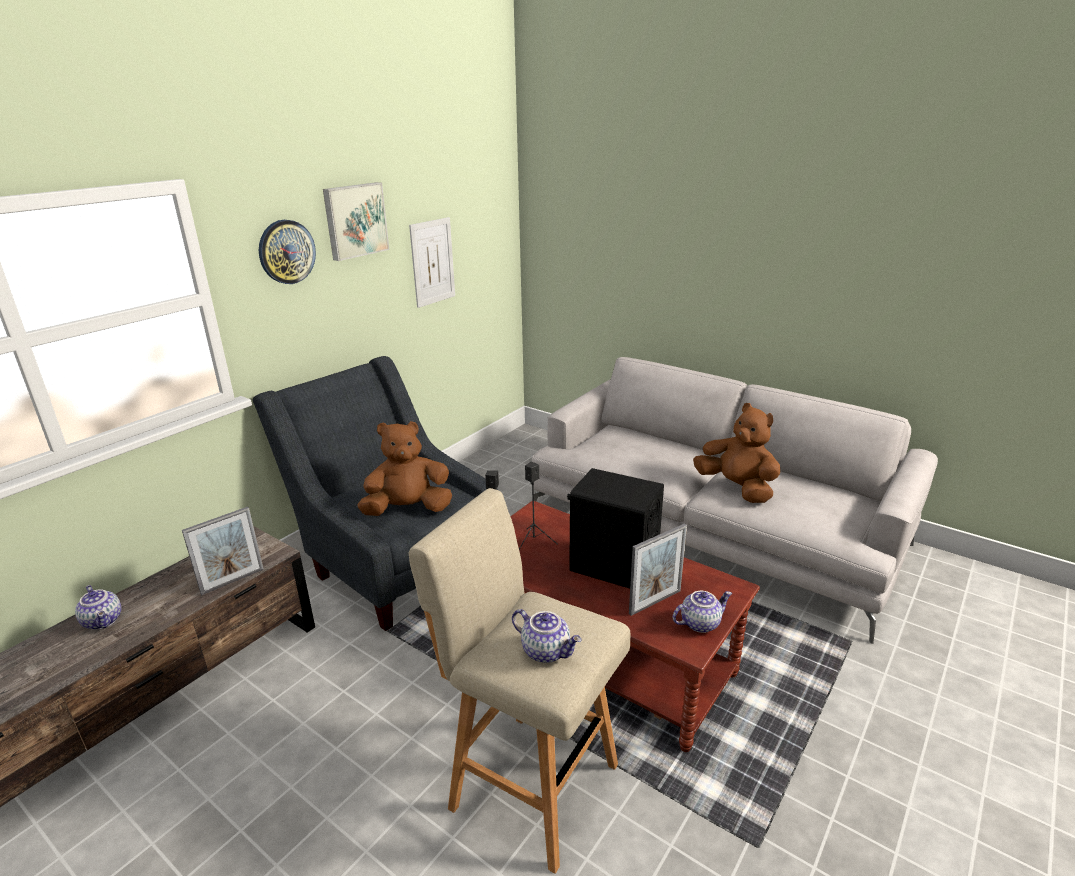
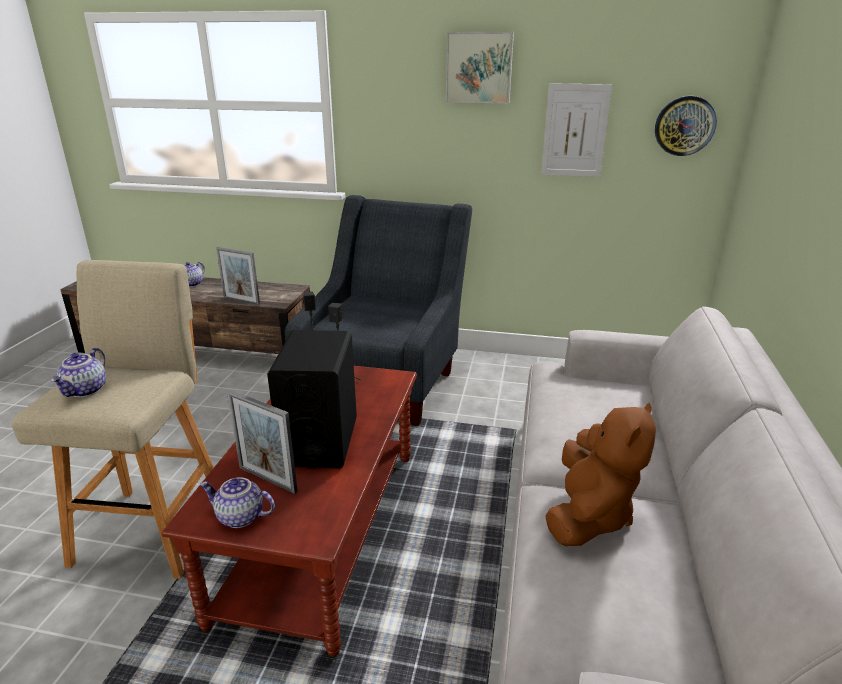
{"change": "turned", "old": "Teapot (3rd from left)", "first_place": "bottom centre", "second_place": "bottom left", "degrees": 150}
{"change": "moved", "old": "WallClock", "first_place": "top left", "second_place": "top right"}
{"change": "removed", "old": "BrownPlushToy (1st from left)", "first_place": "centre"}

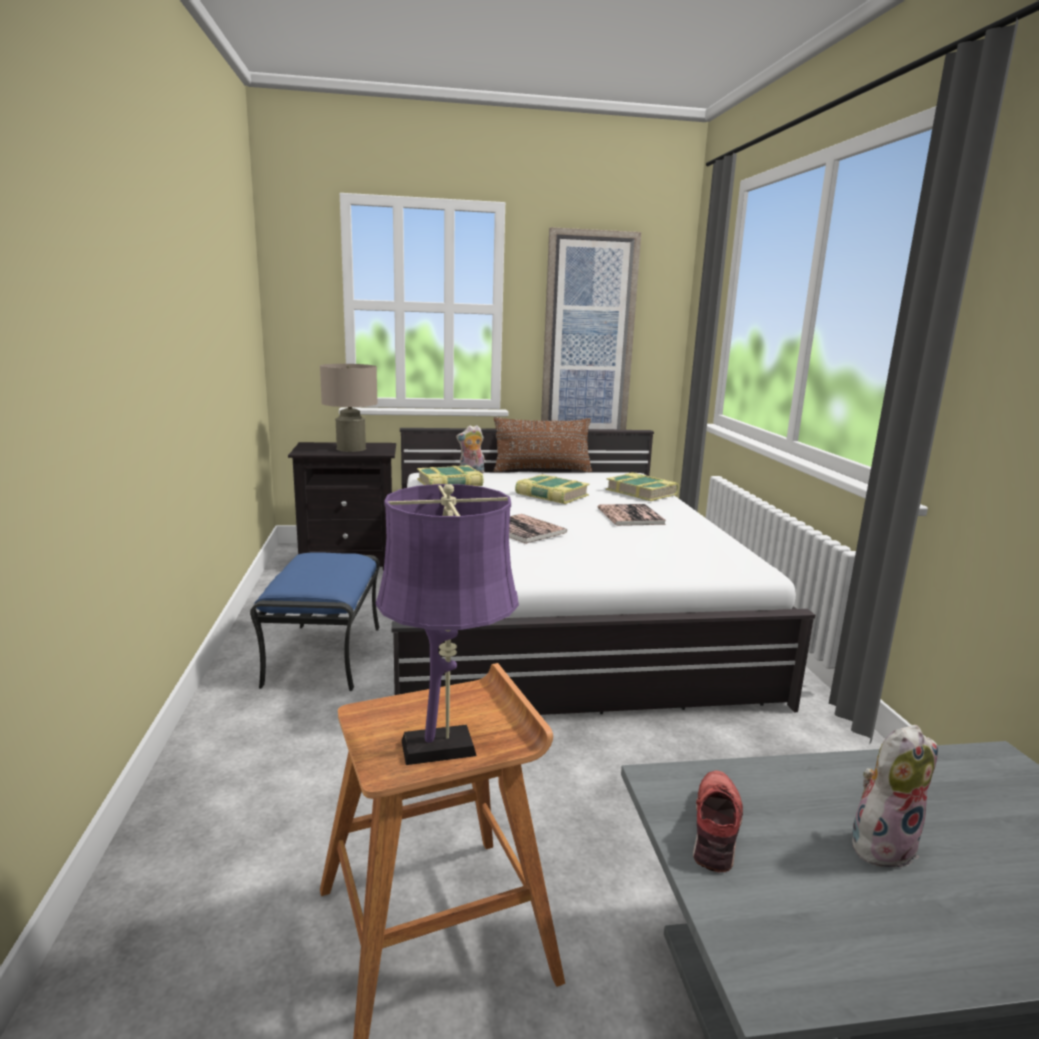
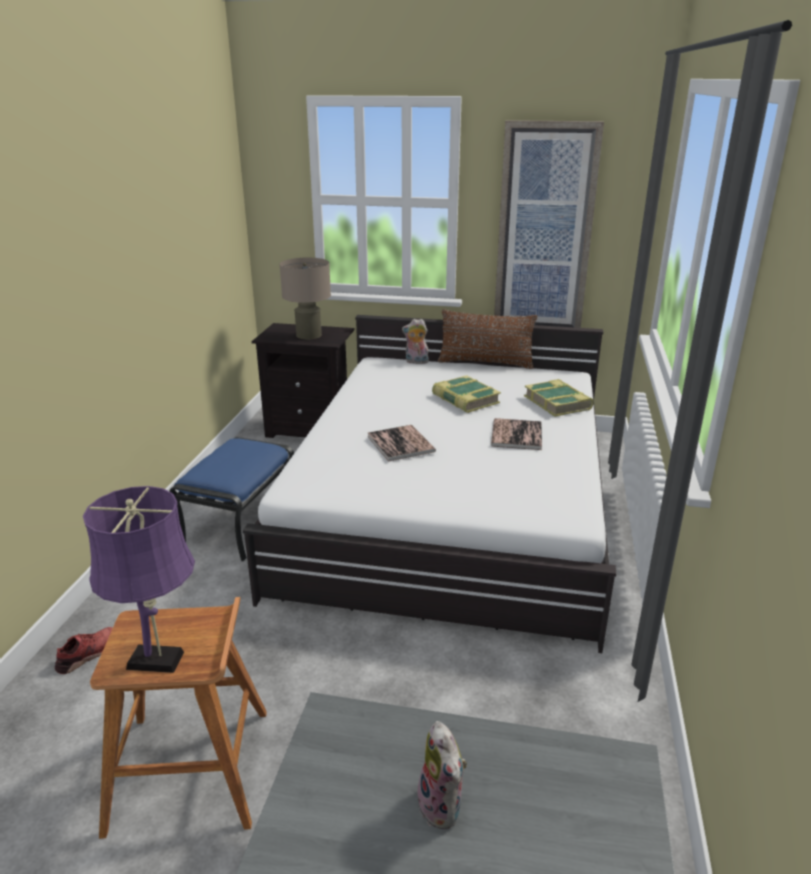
{"change": "moved", "old": "RedShoe", "first_place": "bottom right", "second_place": "bottom left"}
{"change": "turned", "old": "PlushToy (2nd from left)", "first_place": "bottom right", "second_place": "bottom centre", "degrees": 75}
{"change": "removed", "old": "Book (1st from left)", "first_place": "centre"}

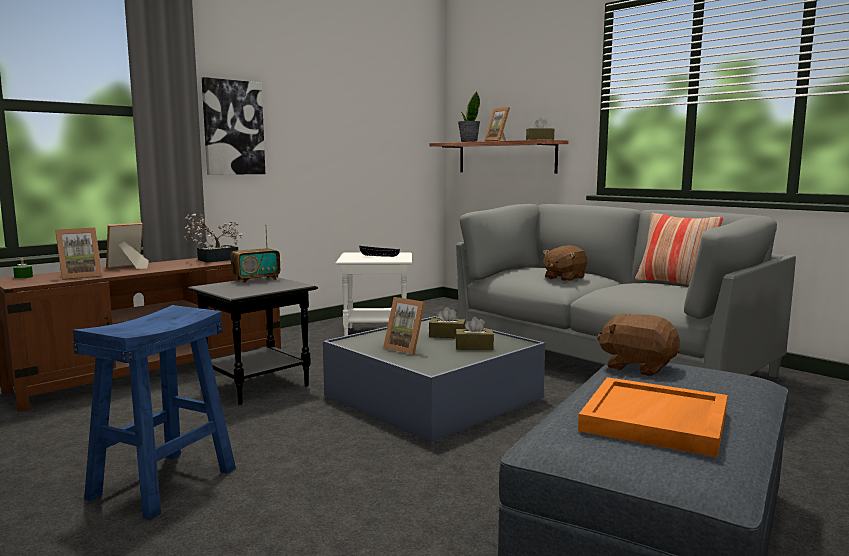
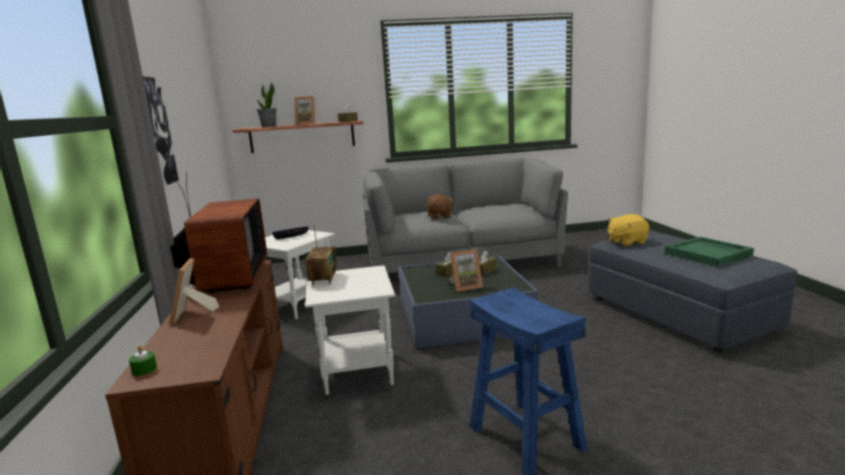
{"change": "replaced", "old": "PottedPlant (1st from left)", "new": "Television", "first_place": "middle left", "second_place": "middle left"}
{"change": "recoloured", "old": "BlackSideTable", "new": "WhiteSideTable (2nd from left)", "first_place": "middle left", "second_place": "bottom centre"}
{"change": "recoloured", "old": "BrownPlushToy (2nd from left)", "new": "YellowPlushToy", "first_place": "middle right", "second_place": "middle right"}
{"change": "recoloured", "old": "OrangeTray", "new": "GreenTray", "first_place": "bottom right", "second_place": "middle right"}
{"change": "removed", "old": "PictureFrame (1st from left)", "first_place": "middle left"}
{"change": "removed", "old": "Pillow", "first_place": "middle right"}

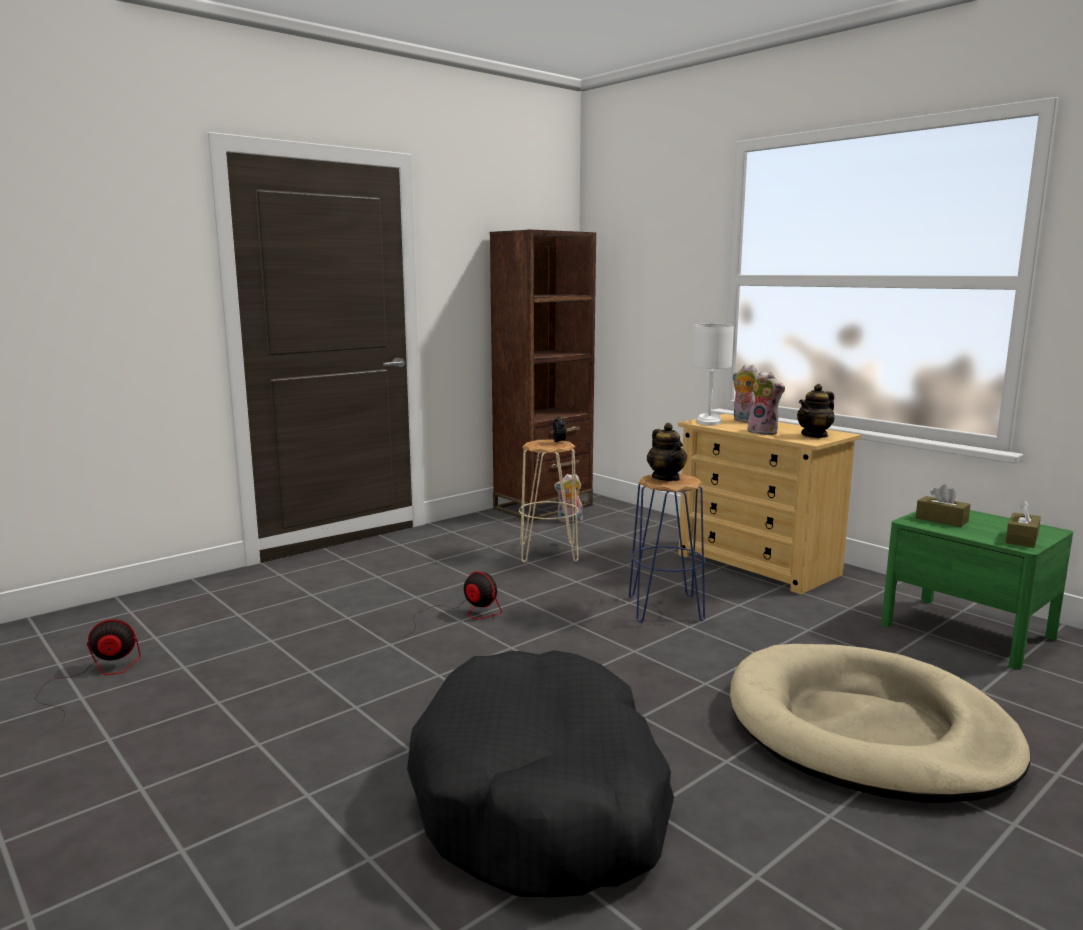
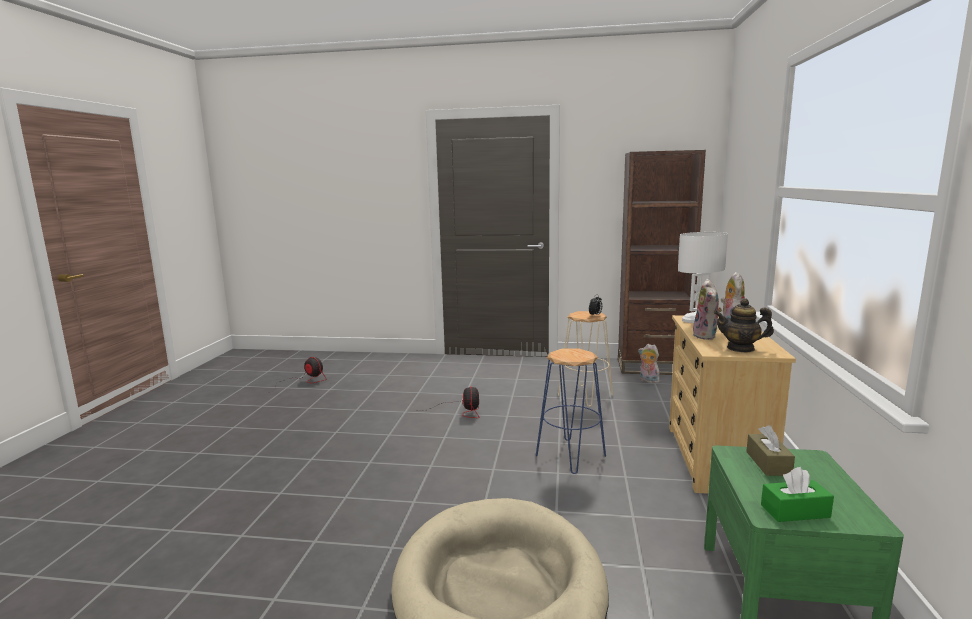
{"change": "recoloured", "old": "BrownTissueBox (2nd from left)", "new": "GreenTissueBox", "first_place": "middle right", "second_place": "bottom right"}
{"change": "removed", "old": "BlackDogBed", "first_place": "bottom centre"}
{"change": "removed", "old": "Teapot (1st from left)", "first_place": "centre"}

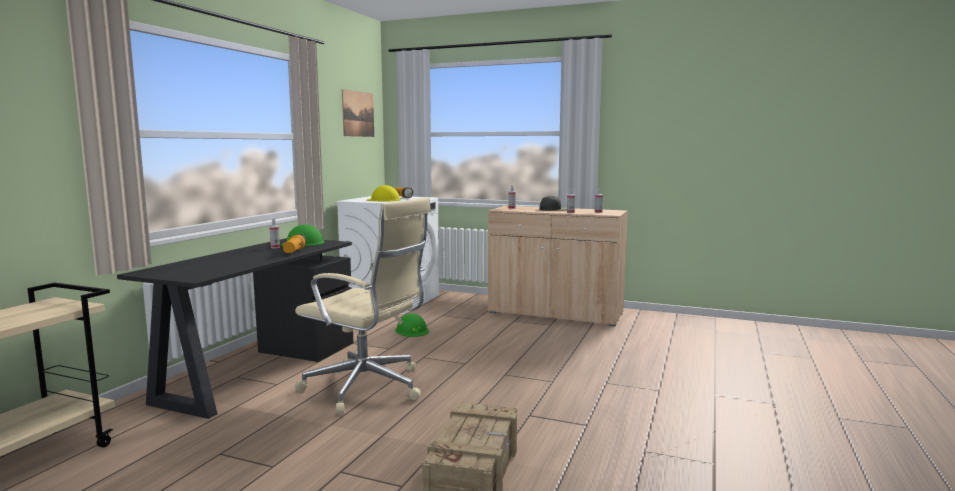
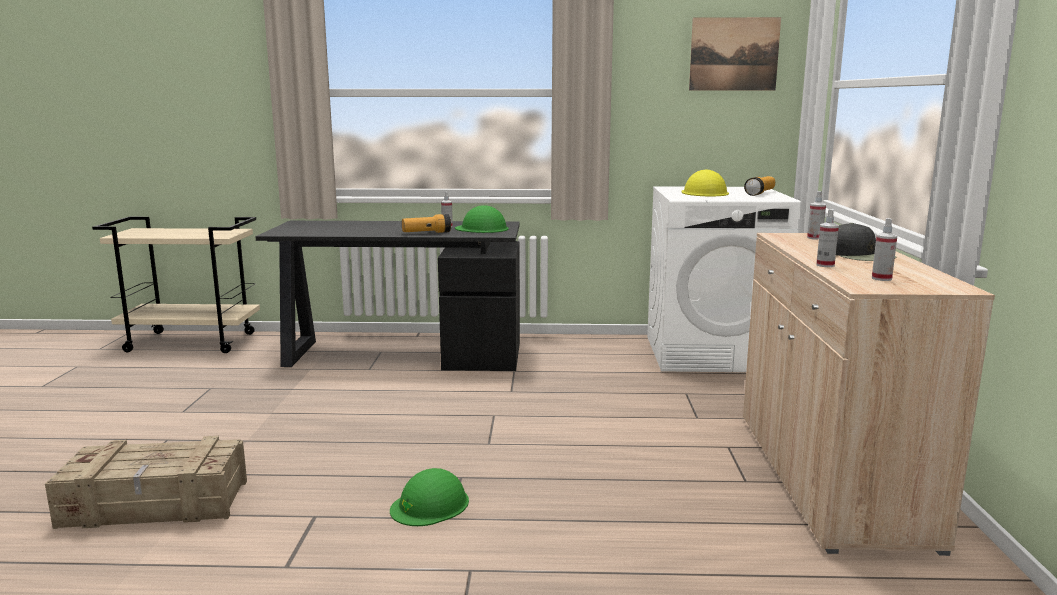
{"change": "moved", "old": "GreenHardHat (2nd from left in the first image)", "new": "GreenHardHat (1st from left)", "first_place": "centre", "second_place": "bottom centre"}
{"change": "removed", "old": "BeigeOfficeChair", "first_place": "centre"}

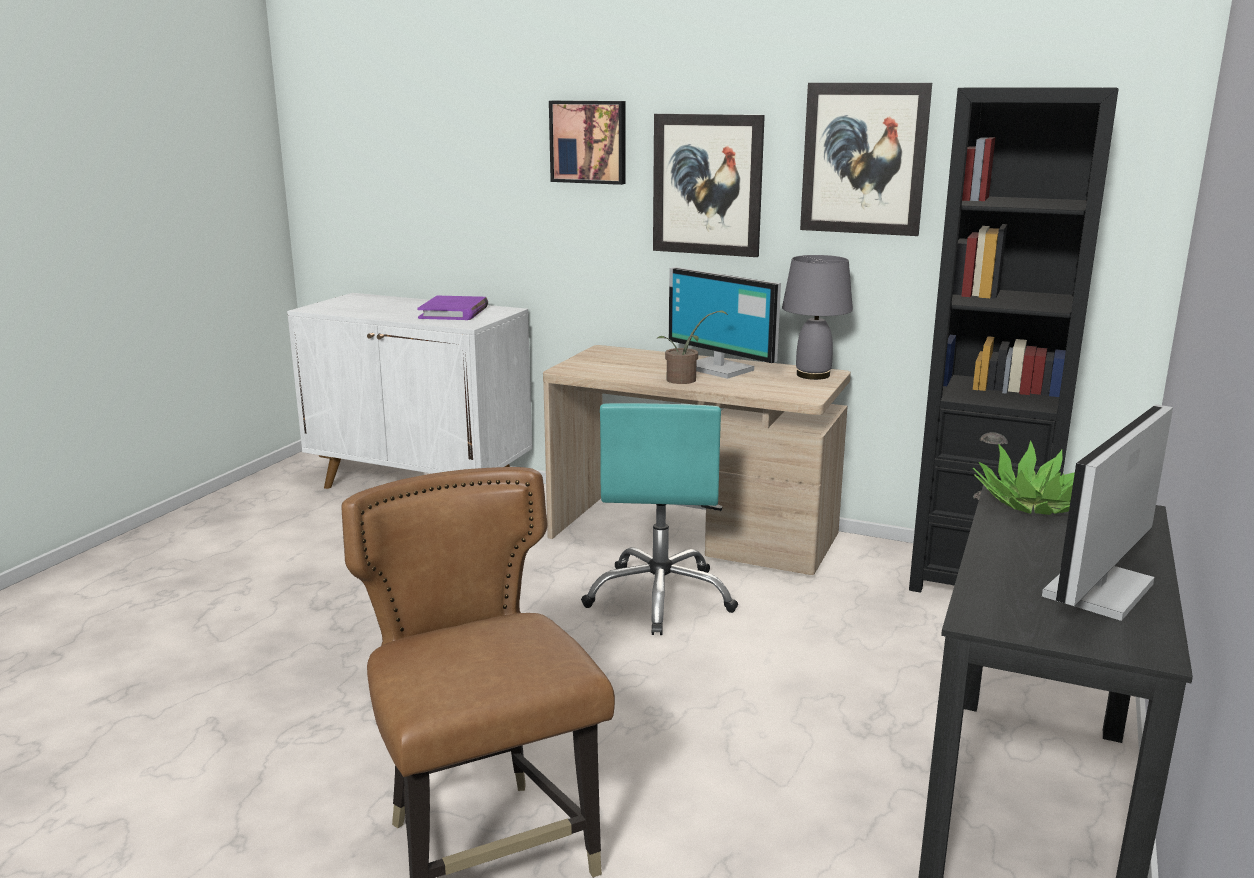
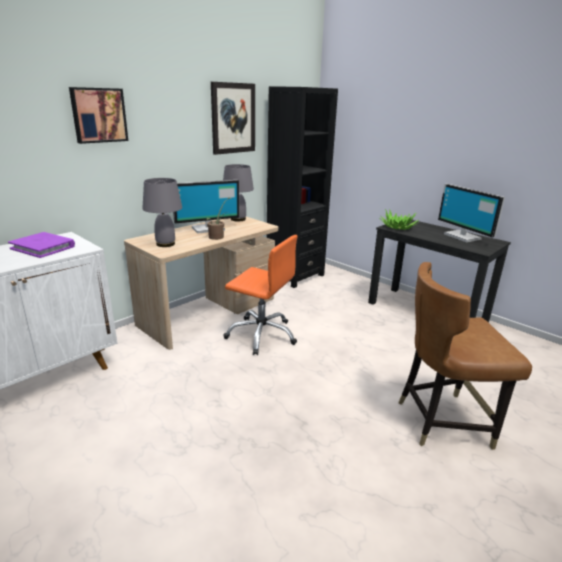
{"change": "added", "new": "GreyTableLamp (1st from left)", "second_place": "middle left"}
{"change": "recoloured", "old": "TurquoiseOfficeChair", "new": "OrangeOfficeChair", "first_place": "centre", "second_place": "centre"}
{"change": "removed", "old": "Picture (2nd from left)", "first_place": "top centre"}

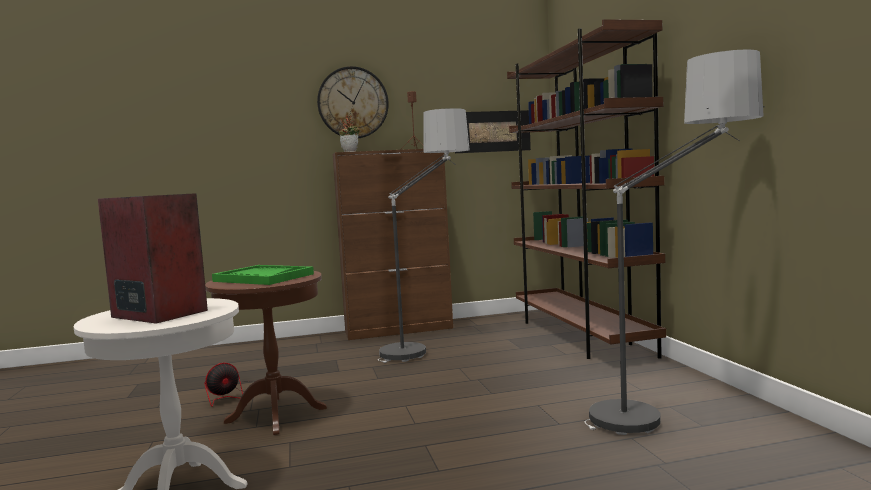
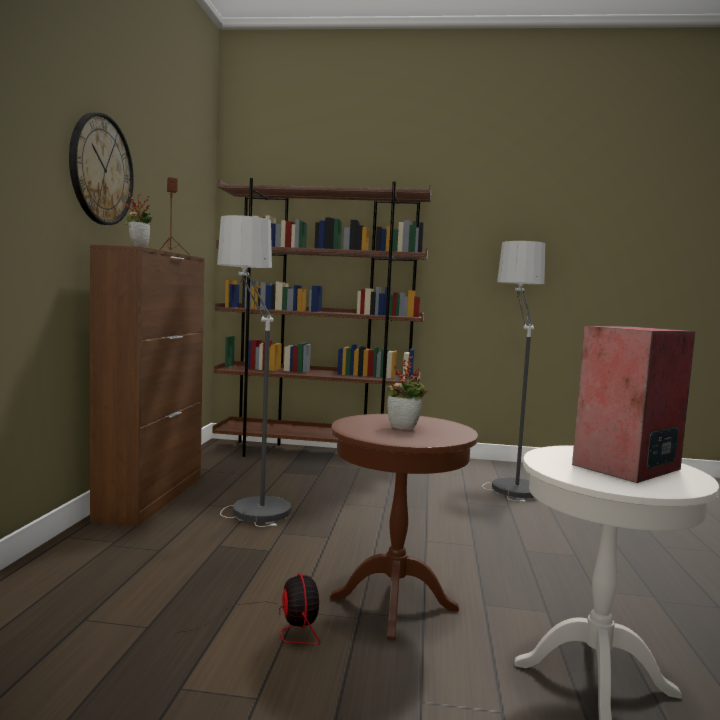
{"change": "replaced", "old": "GreenTray", "new": "PottedPlant (2nd from left)", "first_place": "middle left", "second_place": "centre"}
{"change": "removed", "old": "Picture", "first_place": "top centre"}

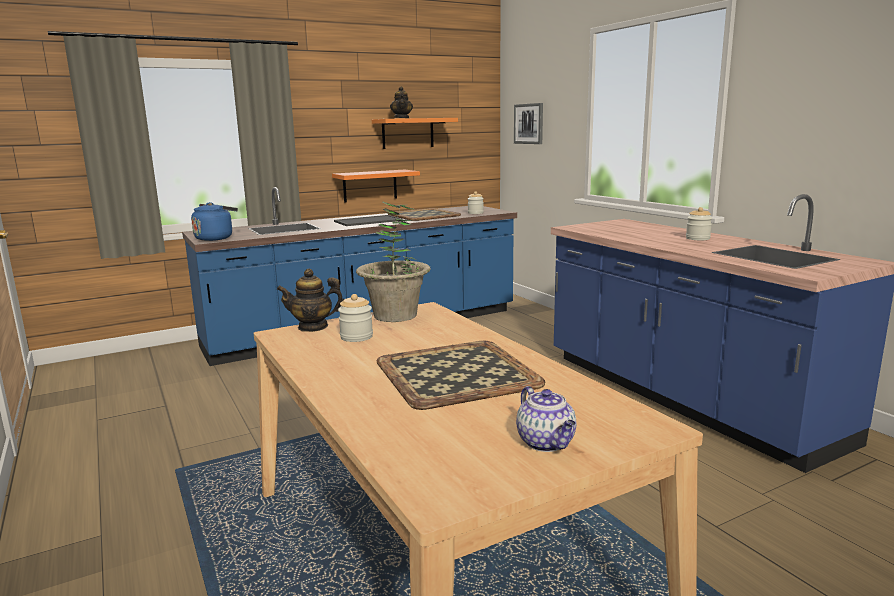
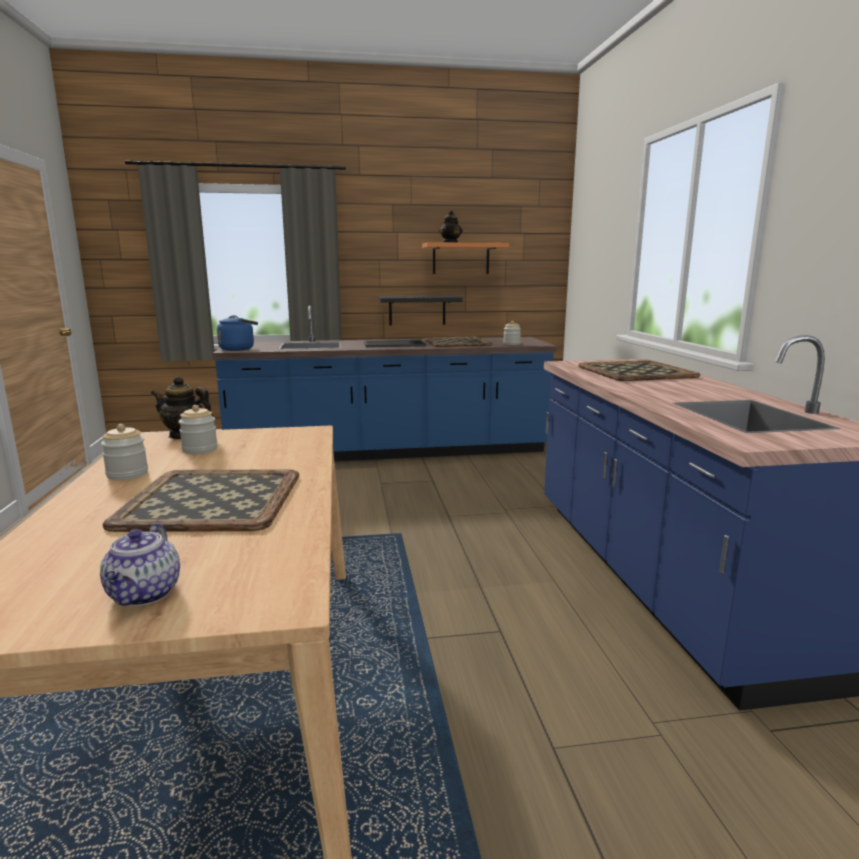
{"change": "moved", "old": "Jar (3rd from left in the first image)", "new": "Jar (1st from left)", "first_place": "middle right", "second_place": "middle left"}
{"change": "recoloured", "old": "OrangeShelf (1st from left)", "new": "BlackShelf", "first_place": "top centre", "second_place": "centre"}
{"change": "added", "new": "Tray (4th from left)", "second_place": "middle right"}
{"change": "removed", "old": "PottedPlant", "first_place": "centre"}
{"change": "removed", "old": "Picture", "first_place": "top centre"}

